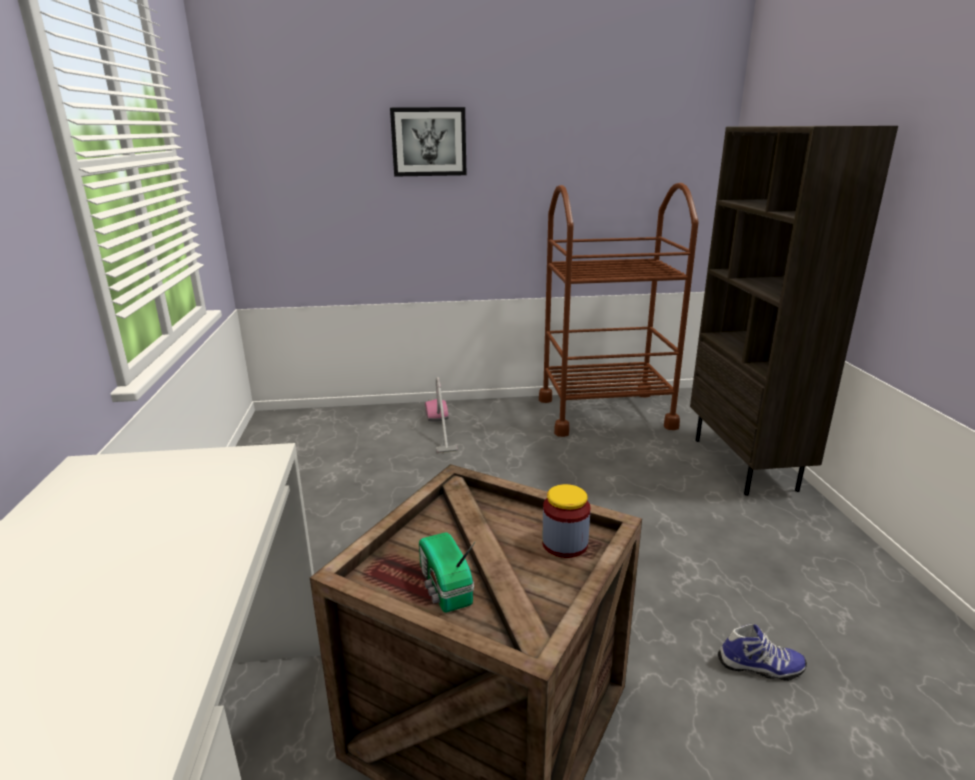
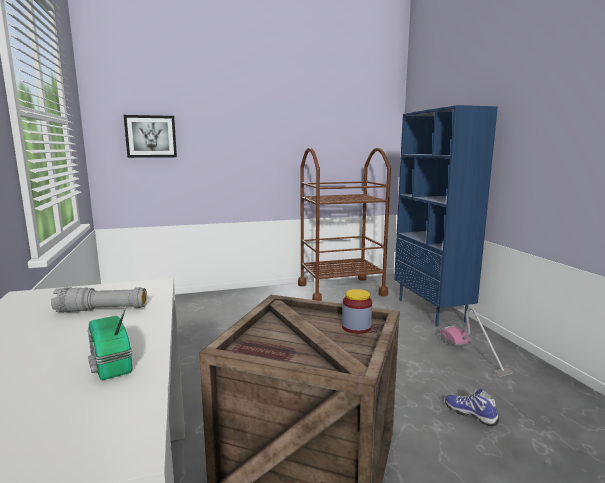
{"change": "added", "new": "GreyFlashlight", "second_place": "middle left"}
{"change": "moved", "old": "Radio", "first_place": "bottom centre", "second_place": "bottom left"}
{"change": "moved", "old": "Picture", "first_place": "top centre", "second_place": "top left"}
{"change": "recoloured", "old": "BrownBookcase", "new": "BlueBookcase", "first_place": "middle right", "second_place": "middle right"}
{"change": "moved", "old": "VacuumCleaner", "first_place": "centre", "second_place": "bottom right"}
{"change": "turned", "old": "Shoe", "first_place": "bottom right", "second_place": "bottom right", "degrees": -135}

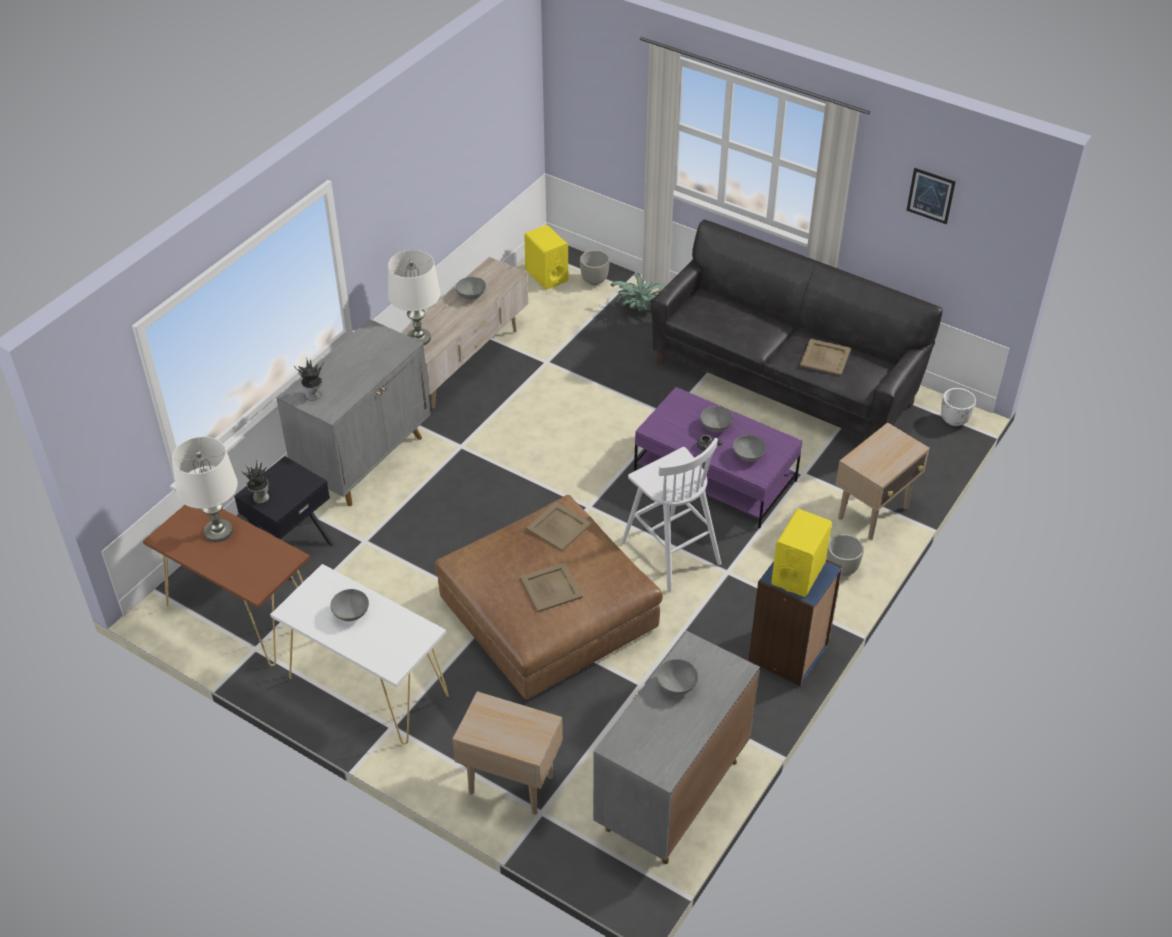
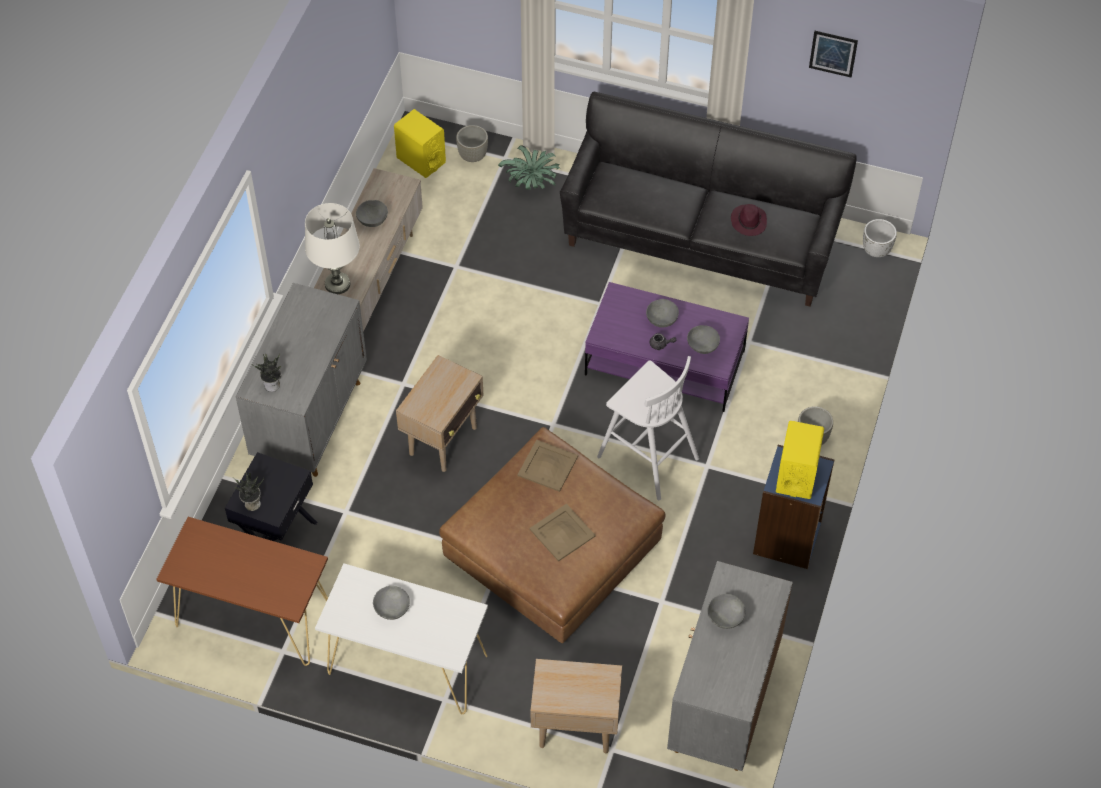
{"change": "moved", "old": "BeigeSideTable (2nd from left in the first image)", "new": "BeigeSideTable (1st from left)", "first_place": "middle right", "second_place": "centre"}
{"change": "replaced", "old": "BeigeTray (3rd from left)", "new": "PurpleHat", "first_place": "middle right", "second_place": "top right"}
{"change": "removed", "old": "WhiteTableLamp (1st from left)", "first_place": "middle left"}

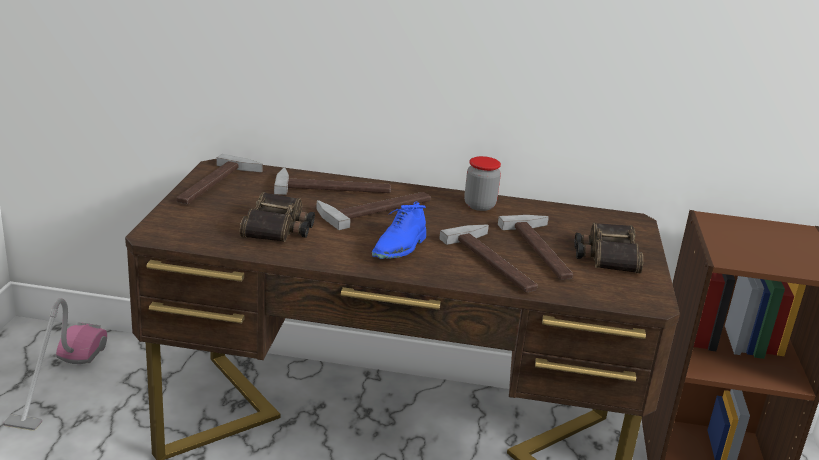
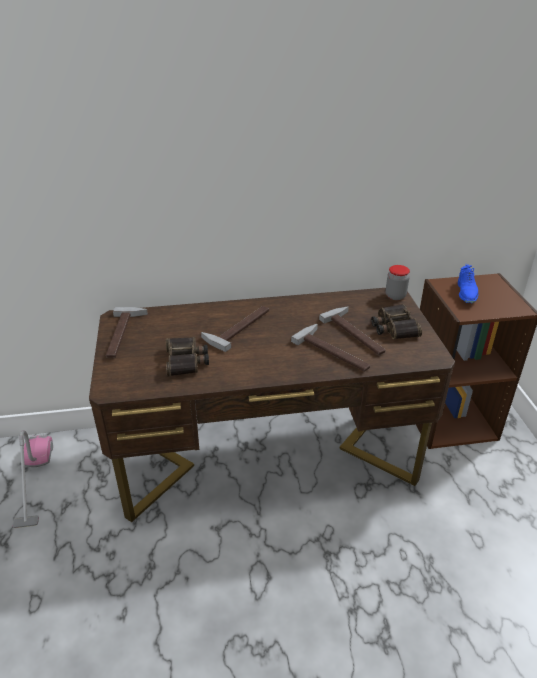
{"change": "moved", "old": "Jar", "first_place": "centre", "second_place": "middle right"}
{"change": "moved", "old": "BlueShoe", "first_place": "centre", "second_place": "middle right"}
{"change": "removed", "old": "Hammer (2nd from left)", "first_place": "centre"}

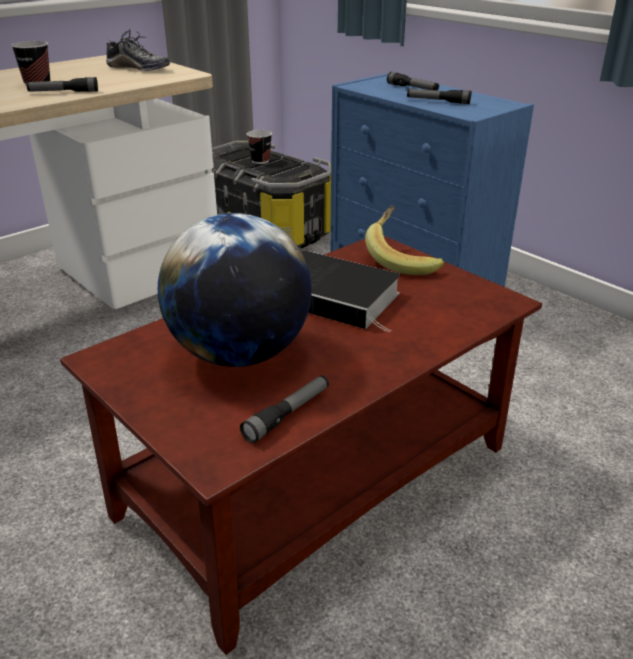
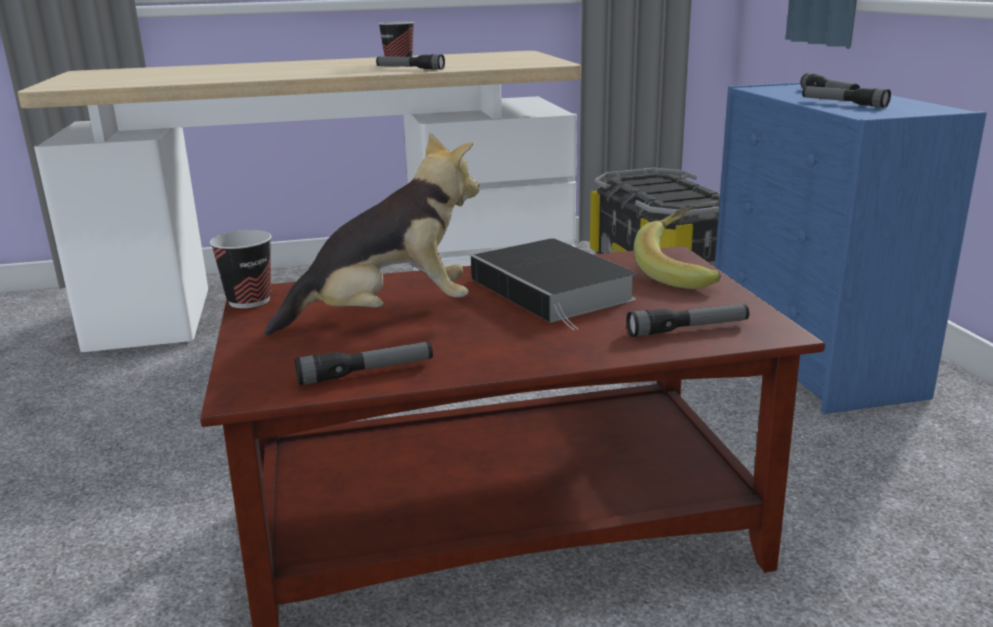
{"change": "moved", "old": "Cup (2nd from left in the first image)", "new": "Cup (1st from left)", "first_place": "top centre", "second_place": "middle left"}
{"change": "replaced", "old": "Globe", "new": "PlushToy", "first_place": "centre", "second_place": "centre"}
{"change": "added", "new": "Flashlight (3rd from left)", "second_place": "middle right"}
{"change": "removed", "old": "Shoe", "first_place": "top left"}

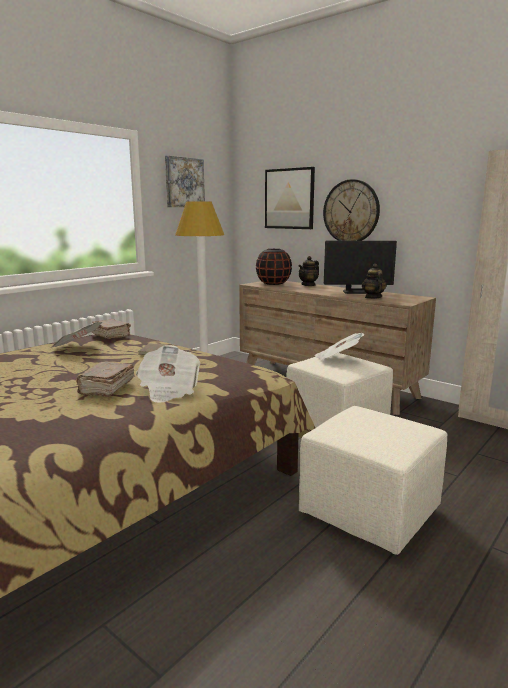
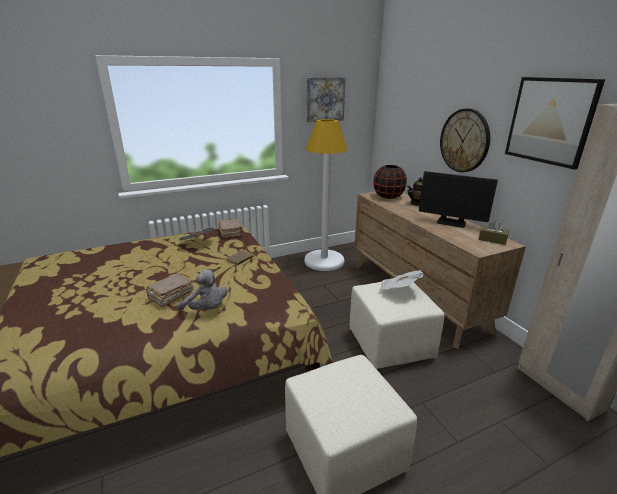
{"change": "replaced", "old": "Newspaper (2nd from left)", "new": "GreyPlushToy", "first_place": "middle left", "second_place": "middle left"}
{"change": "added", "new": "BrownTissueBox", "second_place": "middle right"}
{"change": "moved", "old": "Picture (2nd from left)", "first_place": "top centre", "second_place": "top right"}
{"change": "removed", "old": "Teapot (2nd from left)", "first_place": "middle right"}

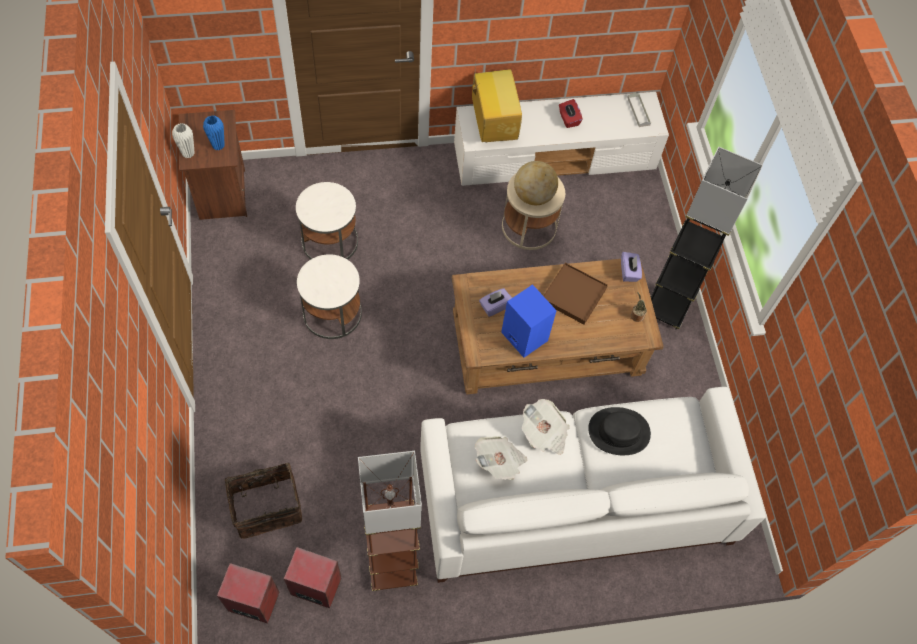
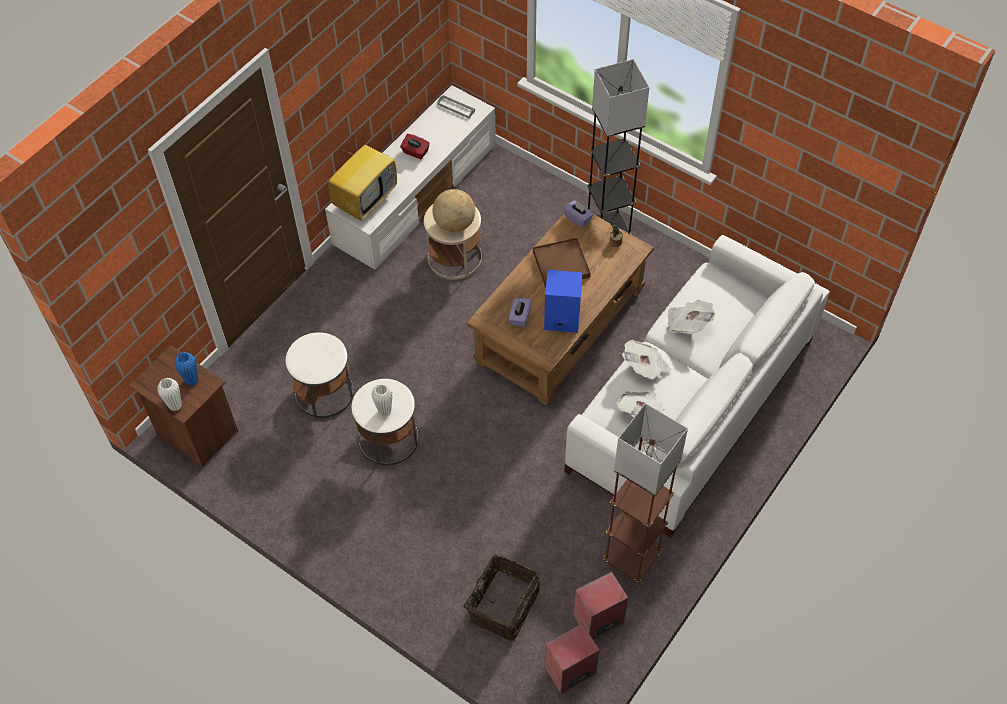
{"change": "turned", "old": "Television", "first_place": "top centre", "second_place": "top centre", "degrees": 90}
{"change": "added", "new": "WhiteVase (2nd from left)", "second_place": "centre"}
{"change": "replaced", "old": "BlackHat", "new": "Newspaper (3rd from left)", "first_place": "bottom right", "second_place": "middle right"}

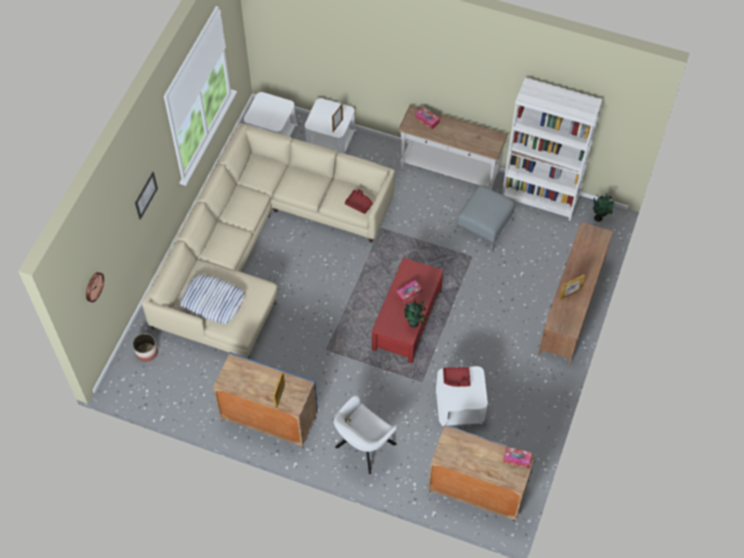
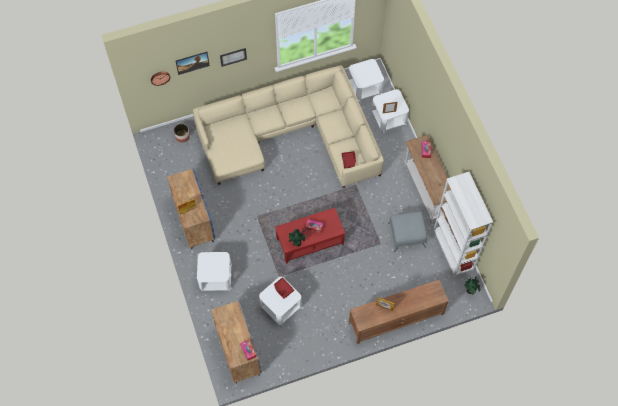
{"change": "added", "new": "Picture (1st from left)", "second_place": "top left"}
{"change": "replaced", "old": "WhiteArmchair", "new": "WhiteSideTable (1st from left)", "first_place": "bottom centre", "second_place": "bottom centre"}
{"change": "removed", "old": "Pillow", "first_place": "middle left"}

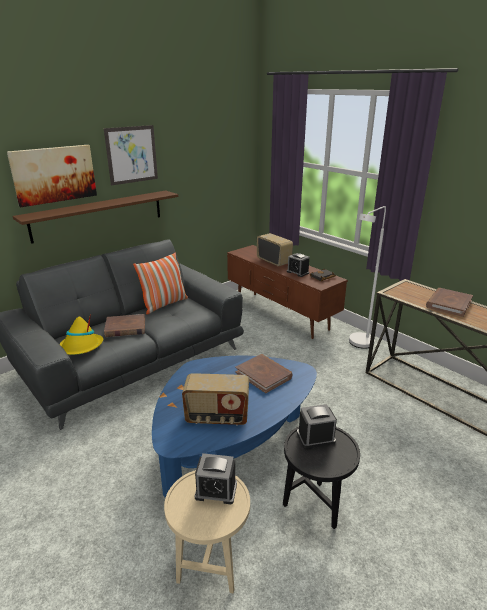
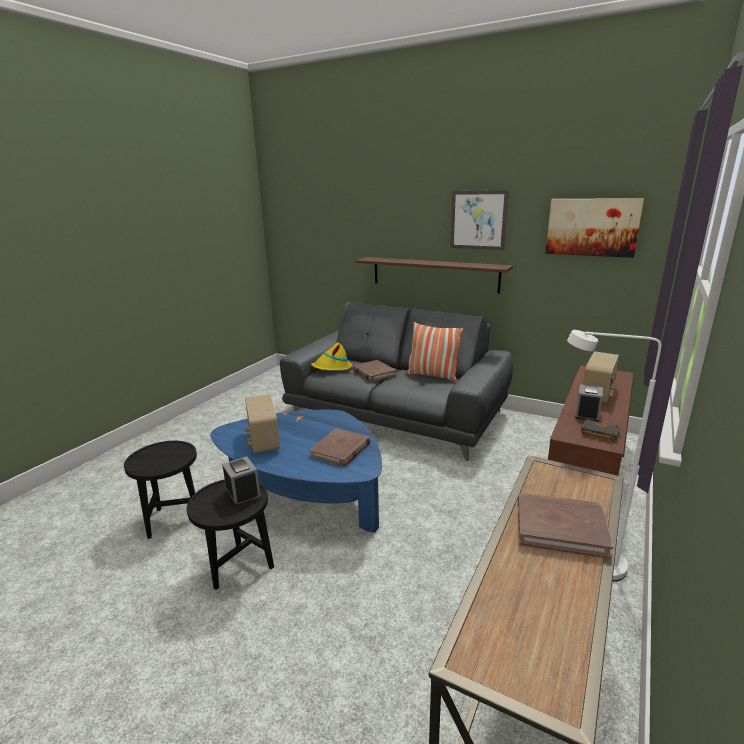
{"change": "recoloured", "old": "BeigeSideTable", "new": "BlackSideTable (1st from left)", "first_place": "bottom centre", "second_place": "middle left"}
{"change": "moved", "old": "Picture (1st from left in the first image)", "new": "Picture (2nd from left)", "first_place": "top left", "second_place": "top right"}
{"change": "removed", "old": "AlarmClock (1st from left)", "first_place": "bottom centre"}

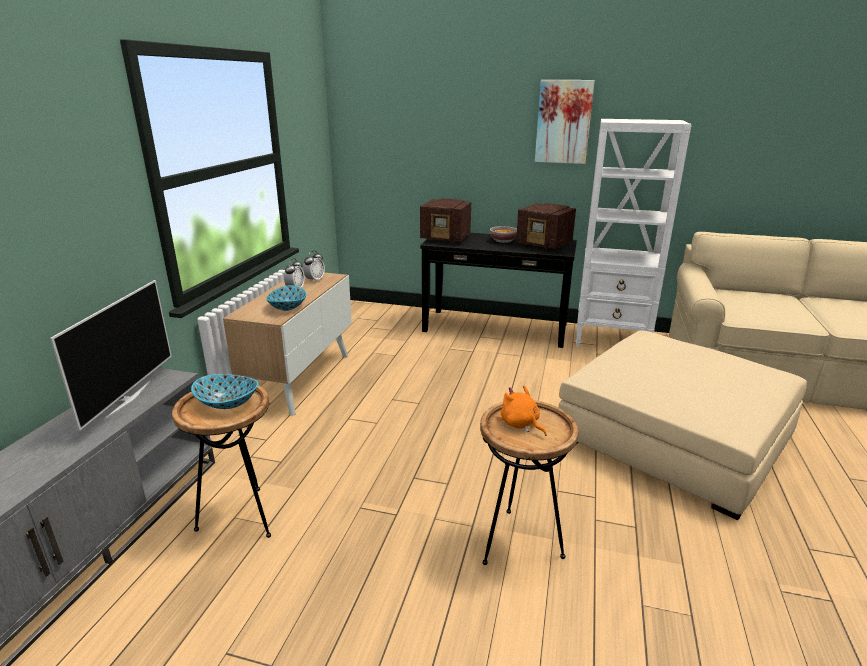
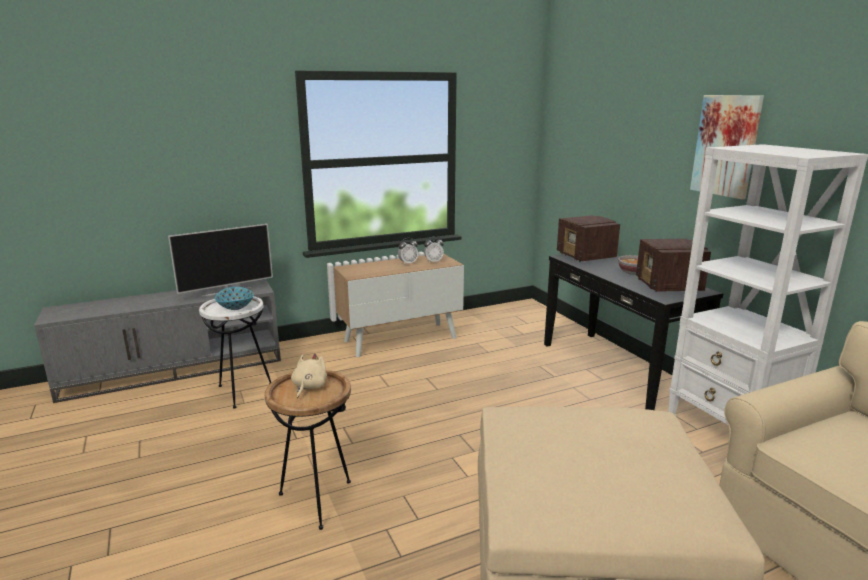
{"change": "recoloured", "old": "BrownSideTable (1st from left)", "new": "WhiteSideTable", "first_place": "bottom left", "second_place": "middle left"}
{"change": "recoloured", "old": "OrangePlushToy", "new": "BeigePlushToy", "first_place": "centre", "second_place": "centre"}
{"change": "removed", "old": "Bowl (2nd from left)", "first_place": "middle left"}

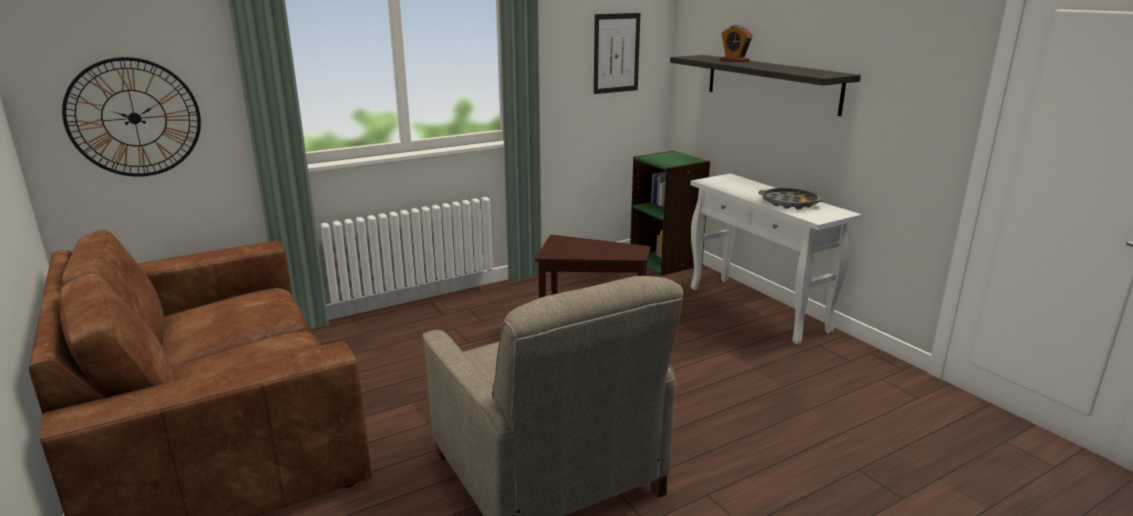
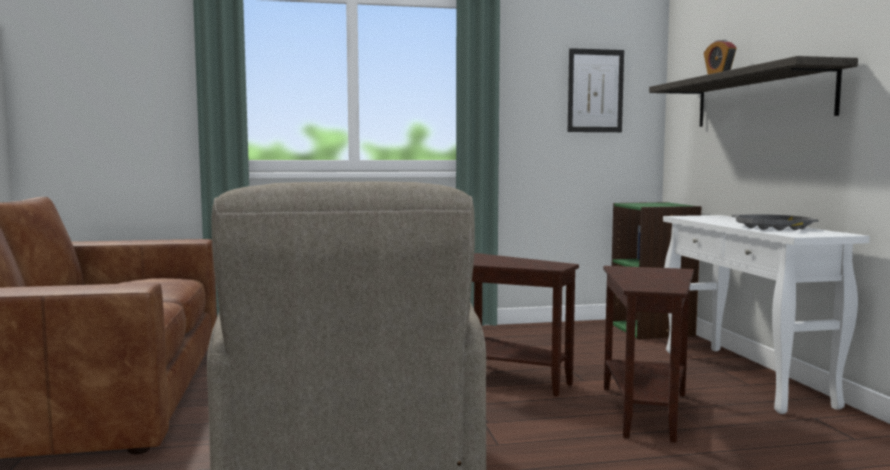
{"change": "added", "new": "BrownSideTable (2nd from left)", "second_place": "bottom right"}
{"change": "removed", "old": "WallClock", "first_place": "top left"}

